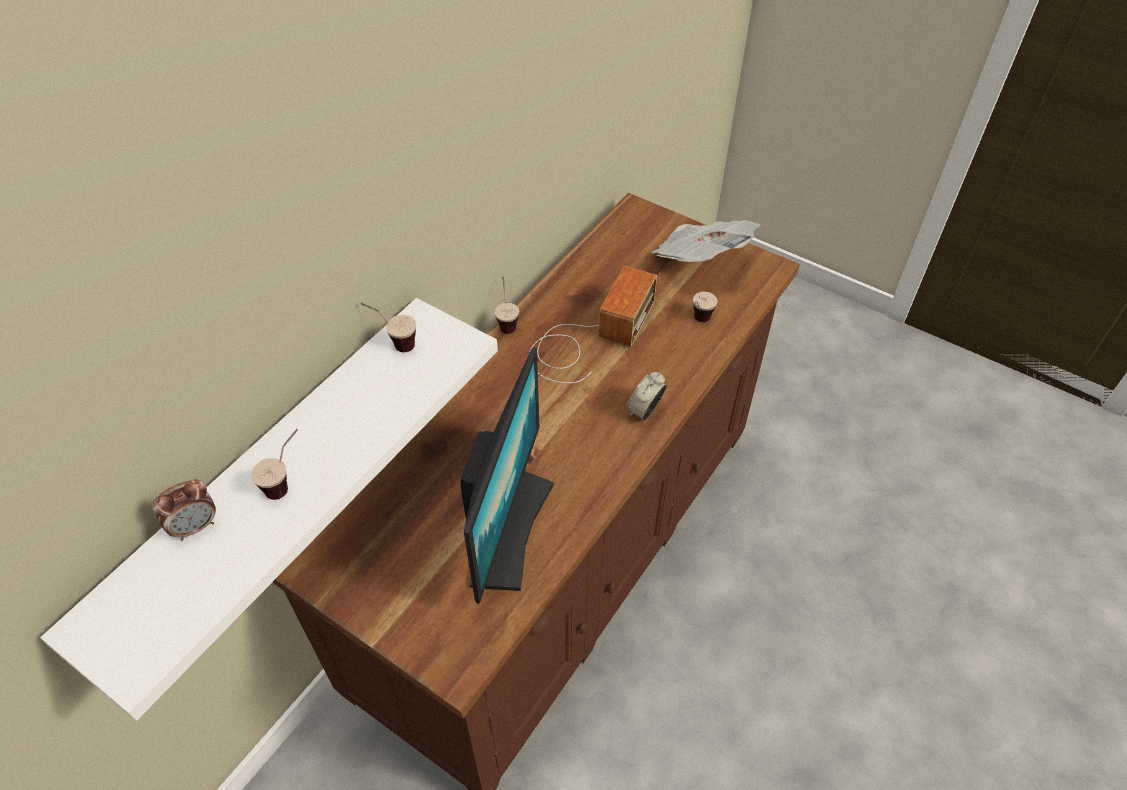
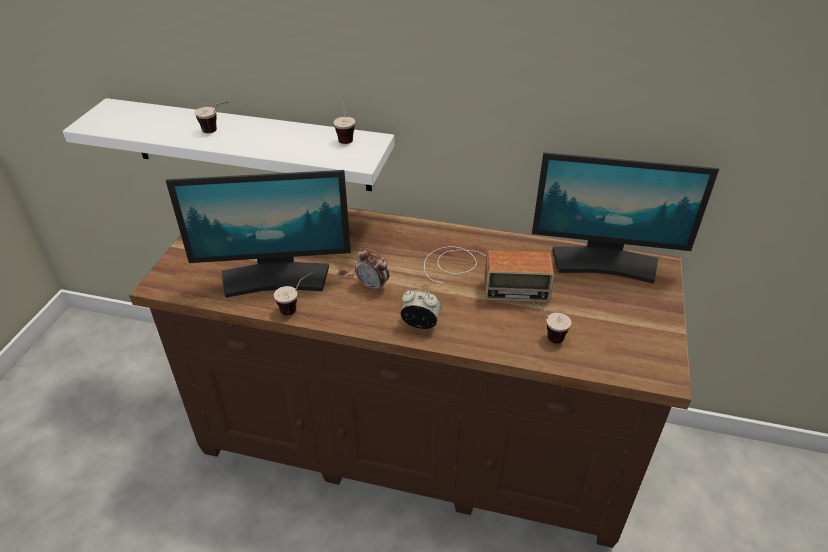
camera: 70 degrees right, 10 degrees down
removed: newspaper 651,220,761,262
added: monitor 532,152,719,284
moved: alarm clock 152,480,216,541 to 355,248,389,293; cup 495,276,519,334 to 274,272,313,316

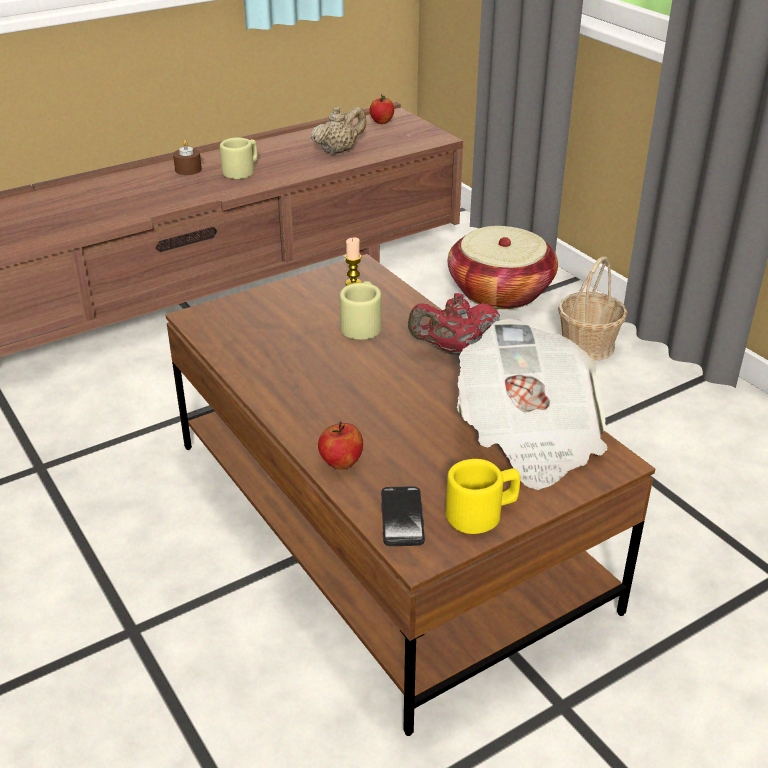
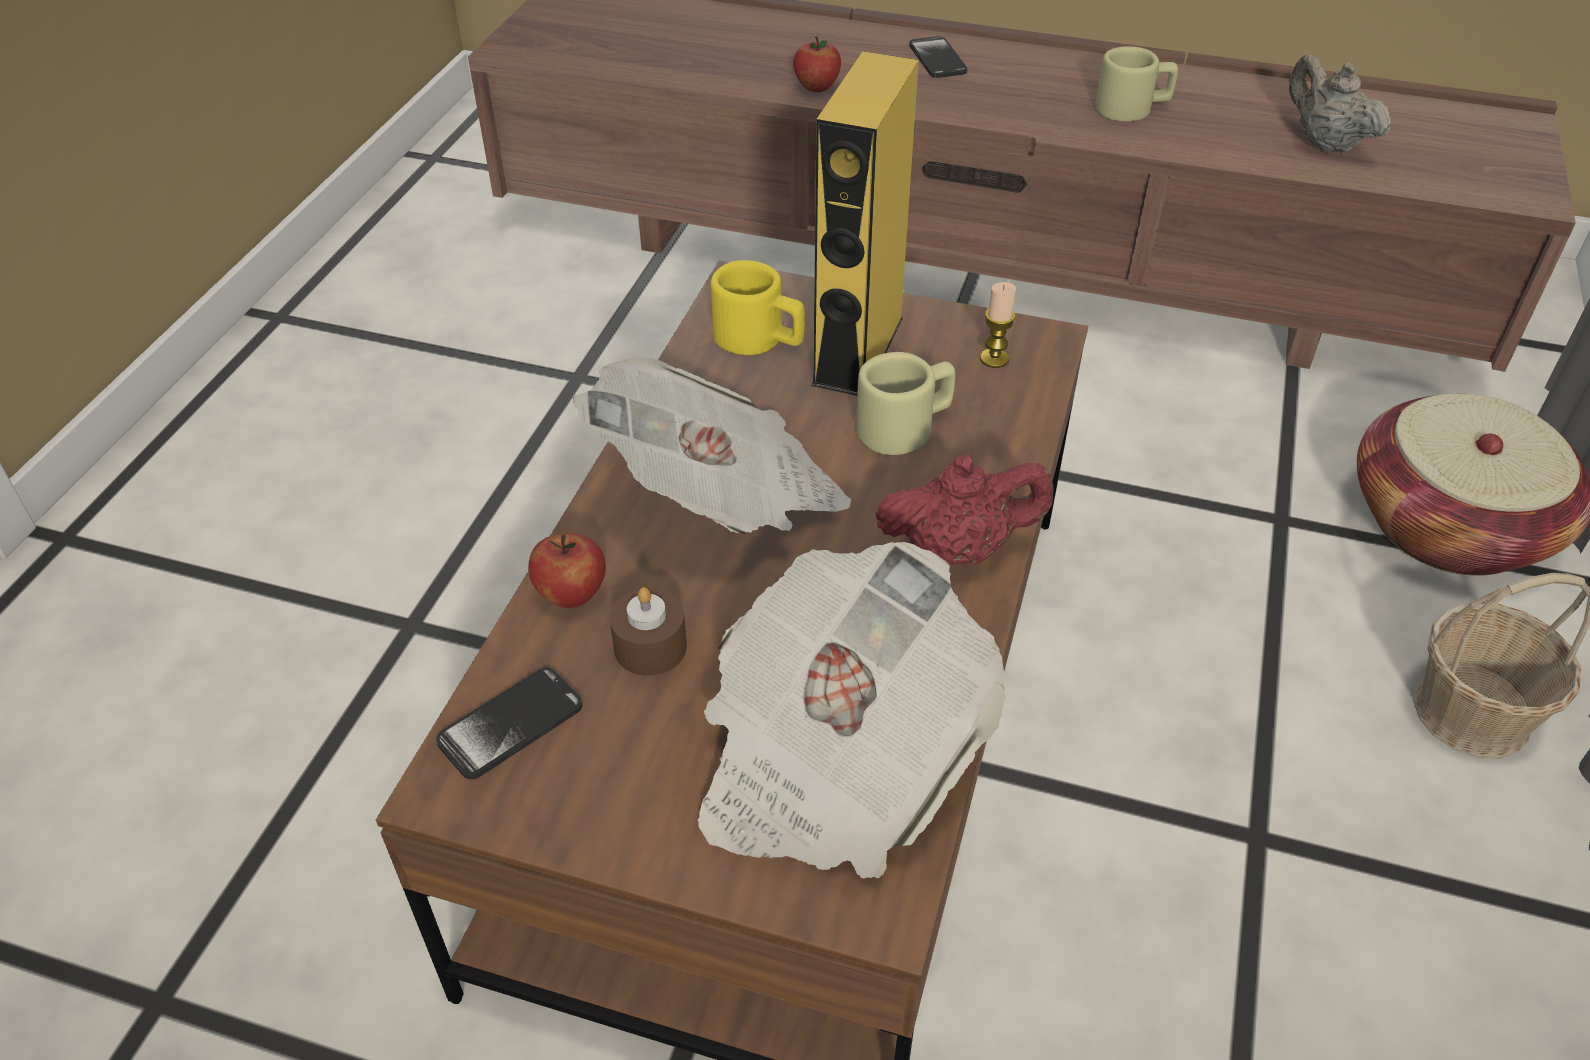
camera: 50 degrees right, 10 degrees up
added: newspaper 573,357,851,535; yellow speaker 811,51,919,396; phone 909,36,967,78
moved: brown candle 173,139,202,175 to 610,587,687,676; apple 370,94,394,124 to 793,36,841,92; yellow mug 446,459,520,534 to 710,260,805,355
turned: beige teapot 311,106,367,155 = 1289,54,1391,152 135 degrees counterclockwise; red teapot 408,293,500,355 = 875,454,1053,564 135 degrees clockwise

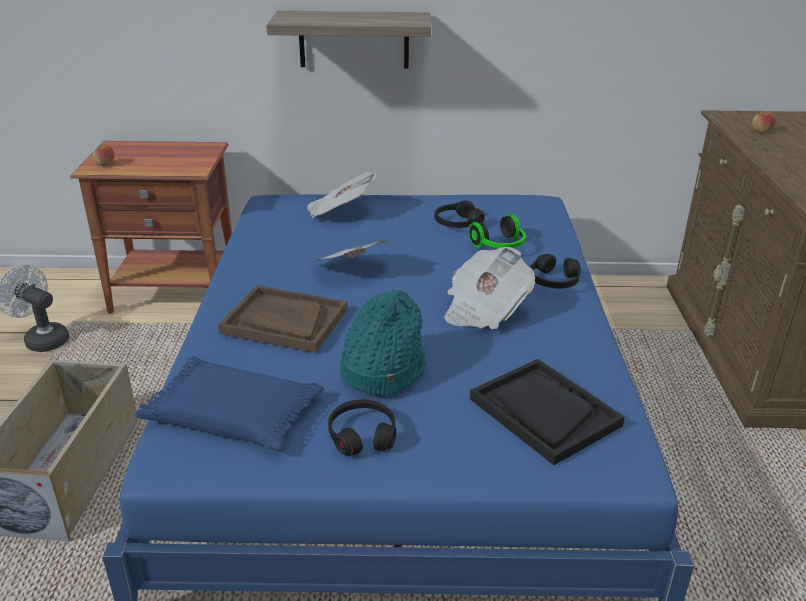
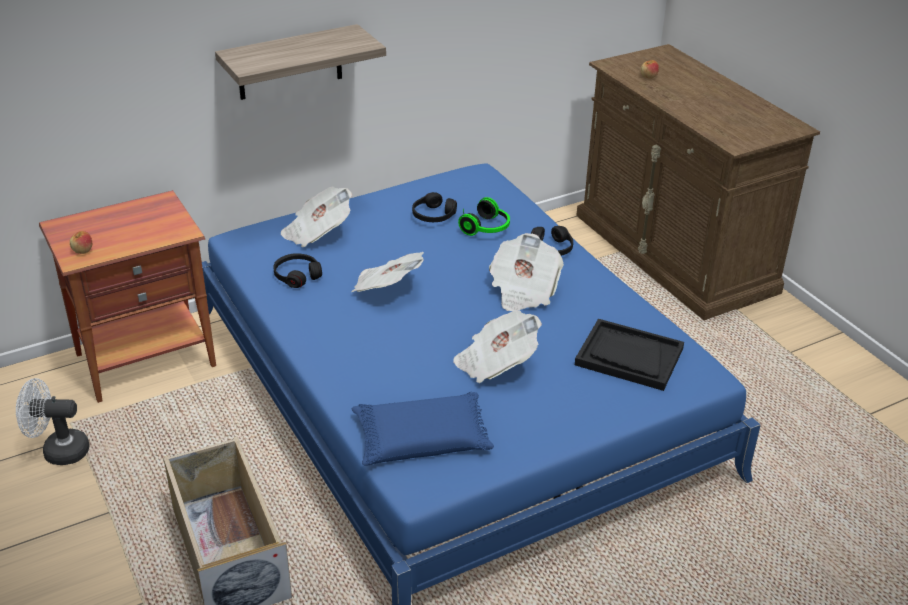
camera: 30 degrees left, 5 degrees up
removed: brown tray 218,285,347,353
moved: black headphones 328,399,396,456 to 273,253,322,288
replaced: turquoise hat 340,290,426,395 to newspaper 453,310,542,383

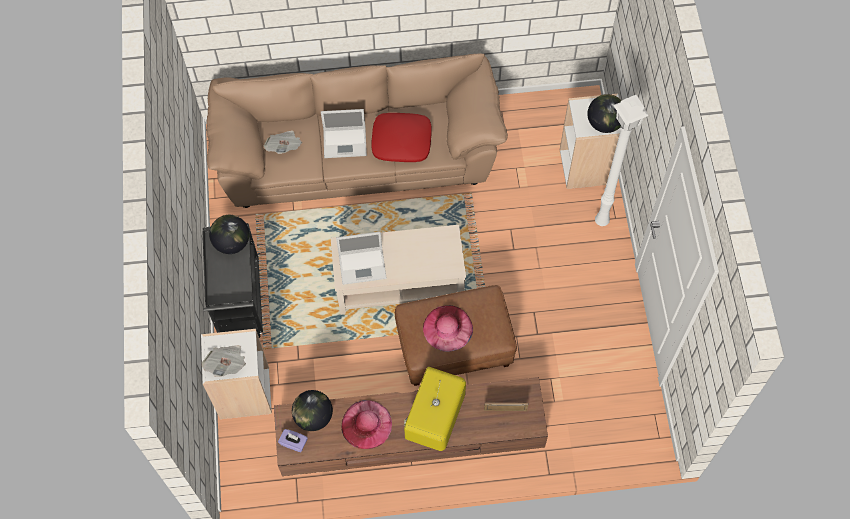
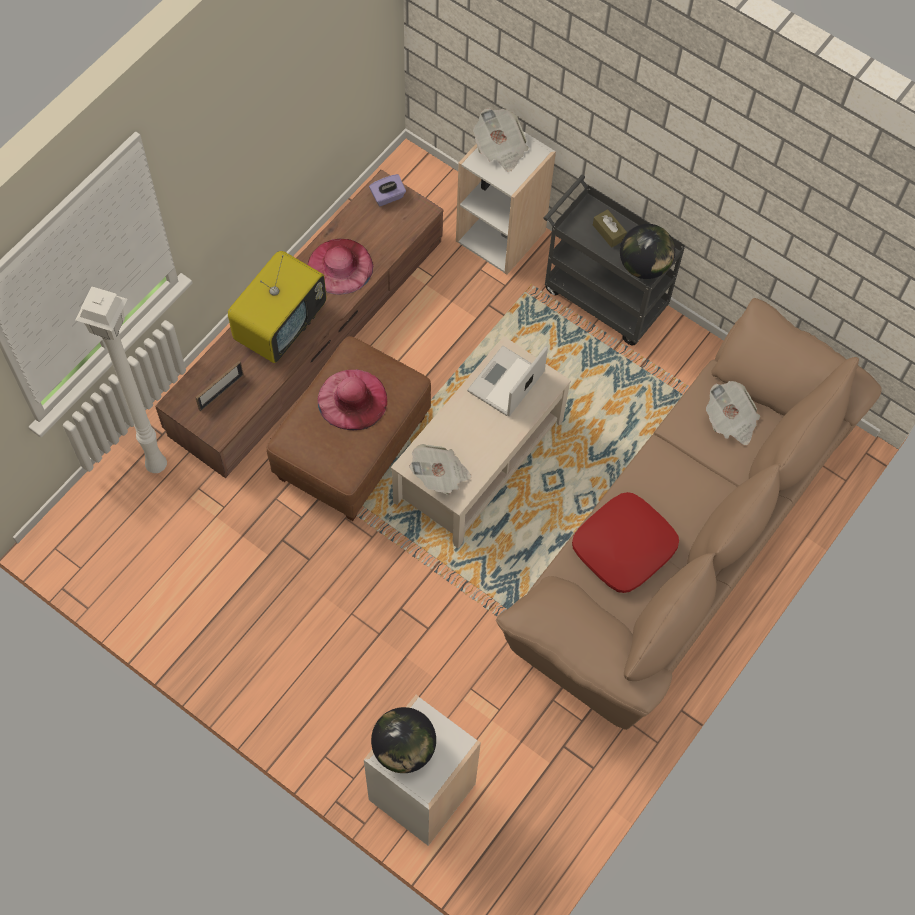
camera: 130 degrees right, 0 degrees up
removed: globe 292,390,333,431; laptop 321,109,367,158
added: newspaper 409,444,471,495; brown tissue box 593,209,627,248
moved: white floor lamp 595,95,649,226 to 76,286,167,473
turned: television 404,367,466,451 = 228,251,326,363 60 degrees clockwise

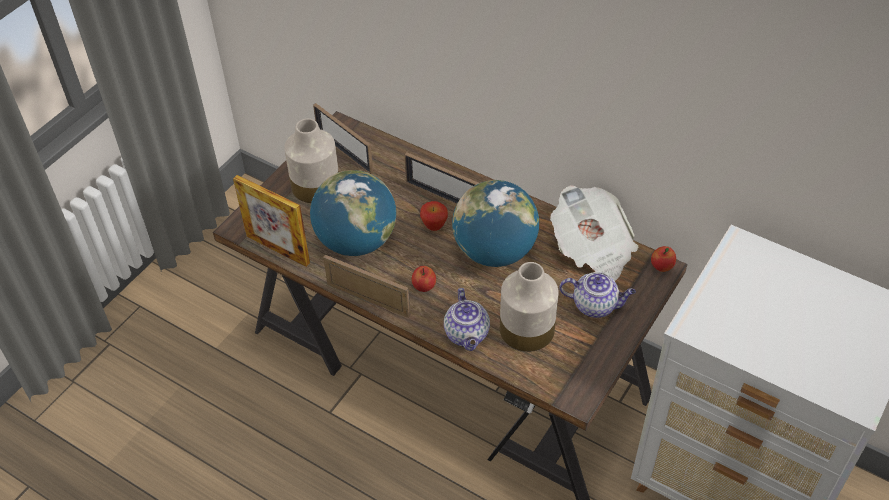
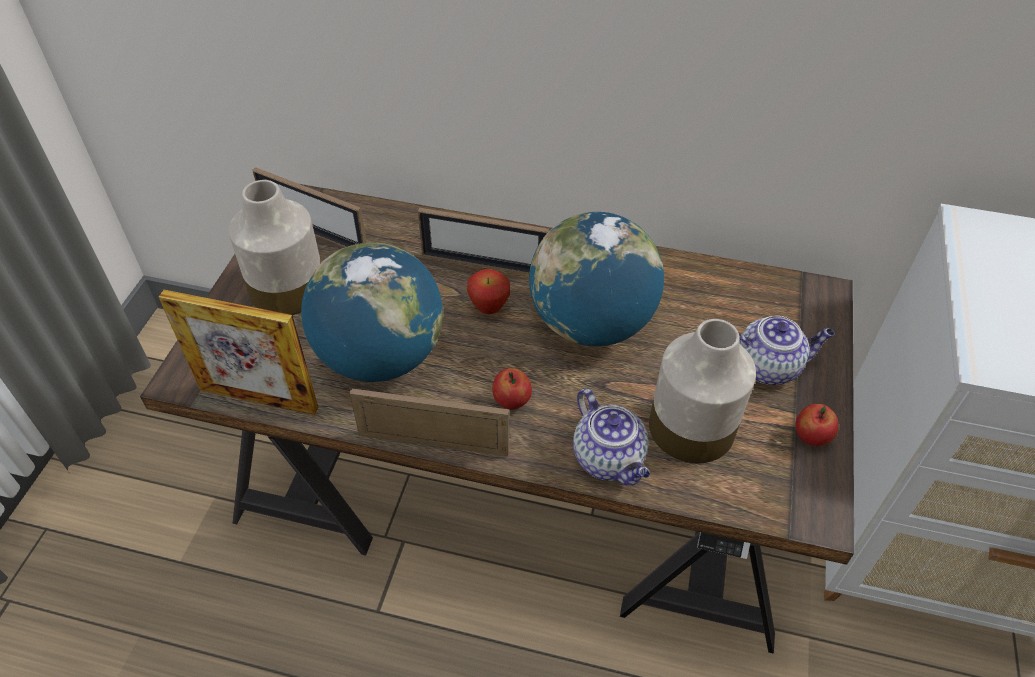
camera: 20 degrees left, 0 degrees up
removed: newspaper 550,185,639,281
moved: apple 651,246,676,272 to 795,404,839,446

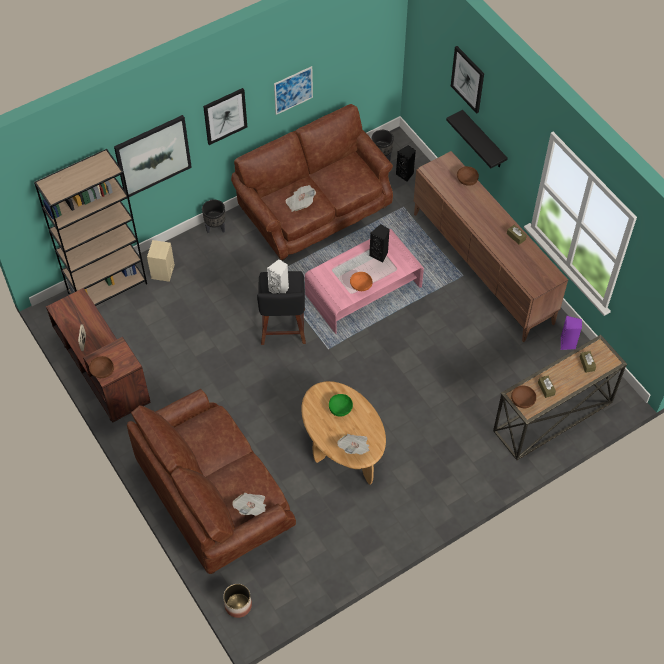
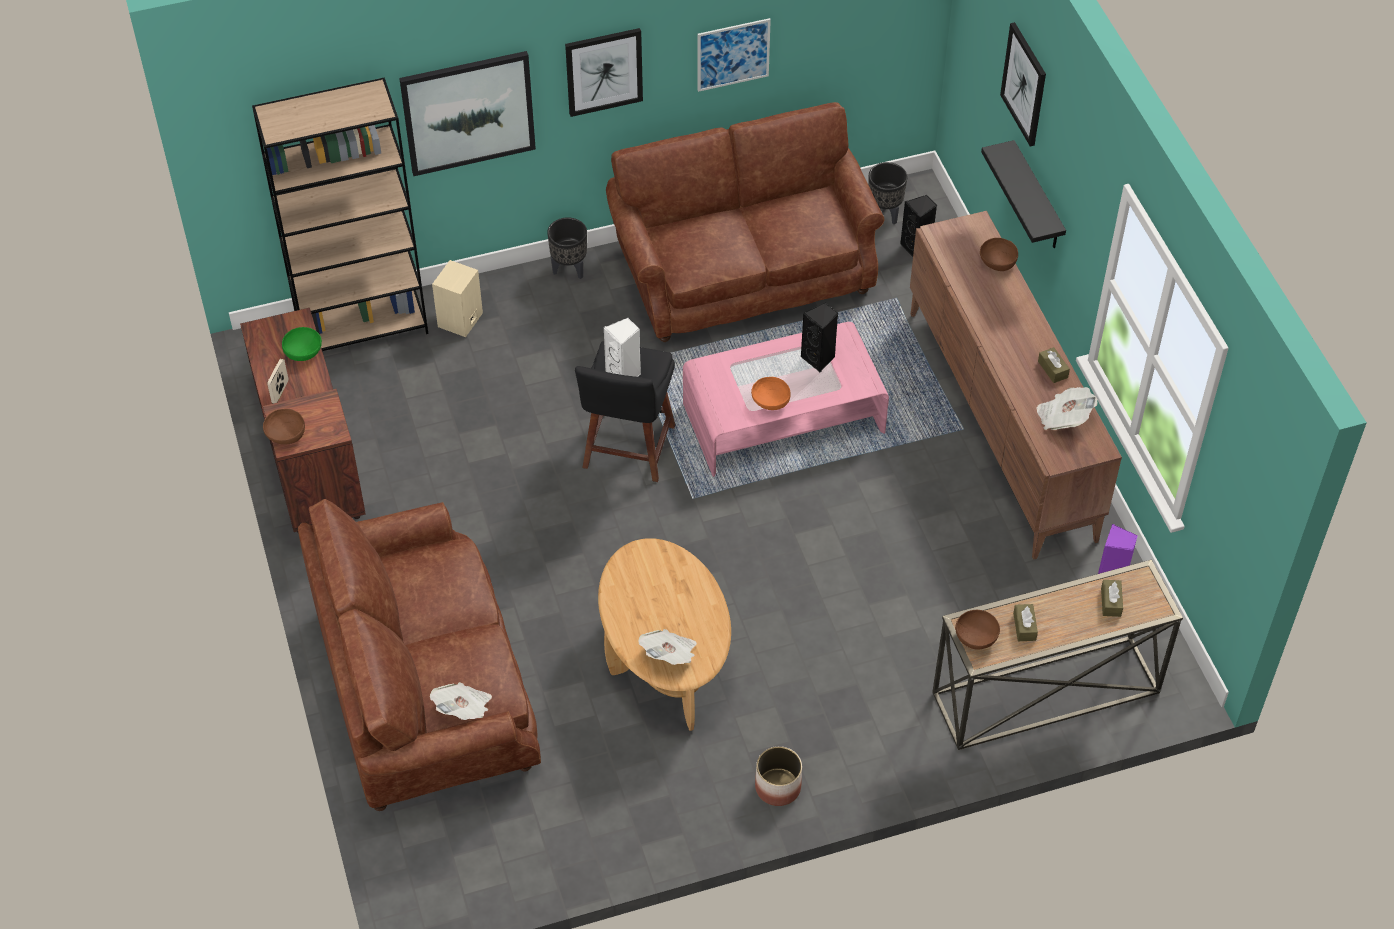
camera: 15 degrees right, 5 degrees down
moved: planter 223,584,252,618 to 755,746,802,806; newspaper 285,185,316,212 to 1036,387,1097,430; green bowl 329,394,353,417 to 282,327,322,361

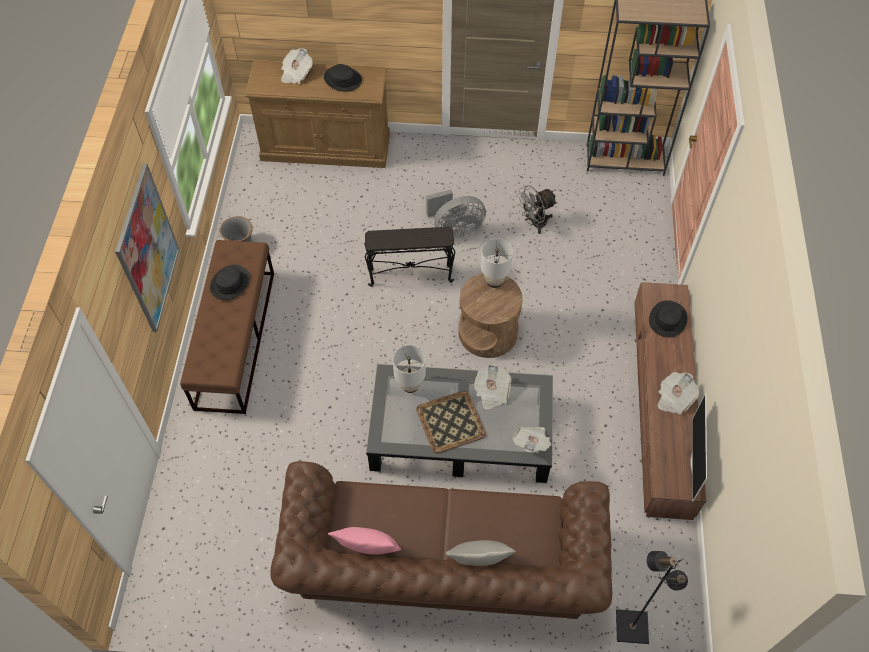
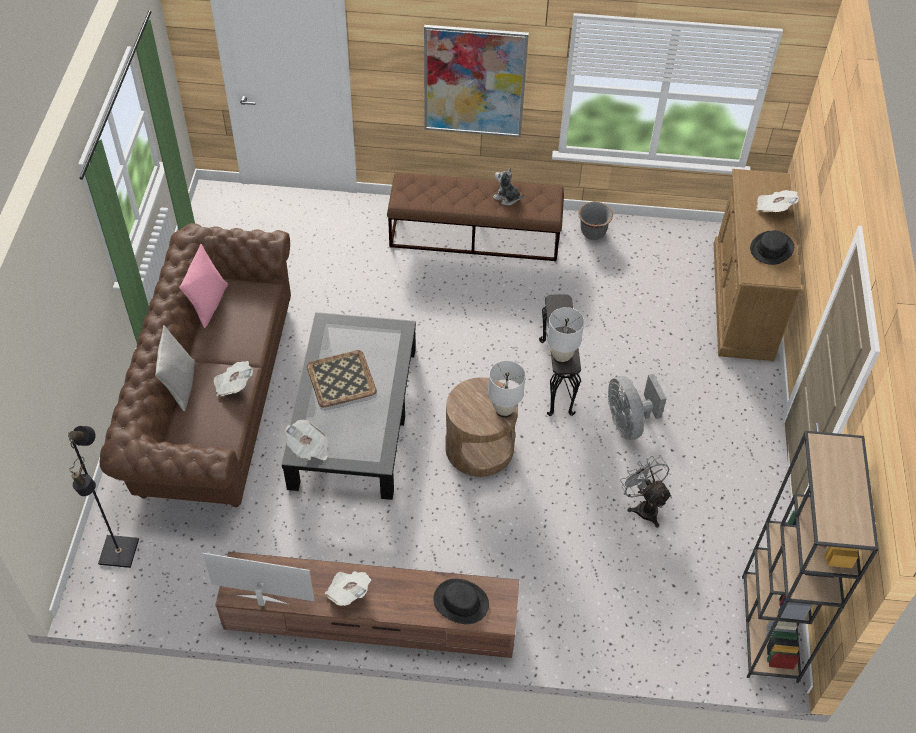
camera: 90 degrees right, 5 degrees down
moved: white table lamp 393,345,426,393 to 547,307,584,364; newspaper 473,364,512,410 to 213,361,253,396
replaced: black hat 210,265,250,300 to plush toy 493,168,524,205

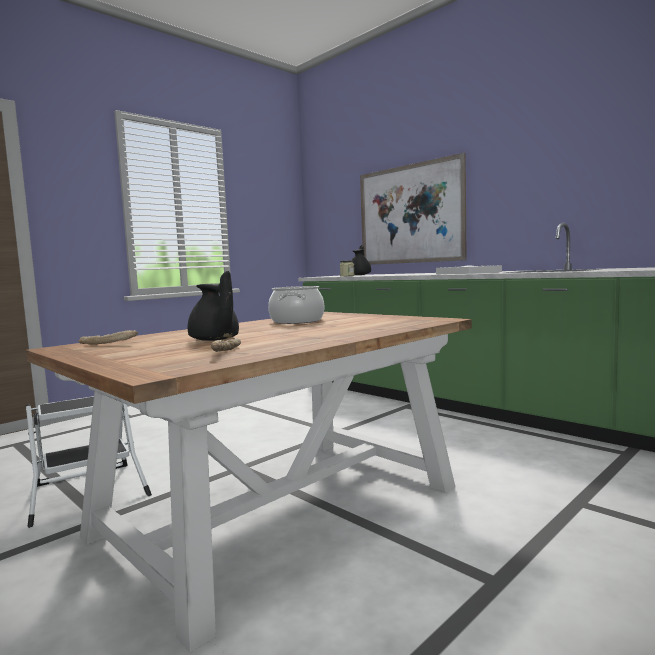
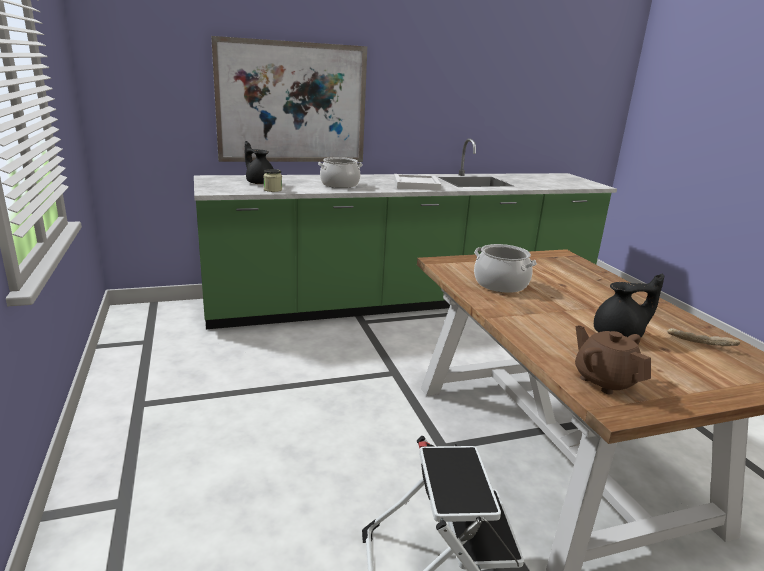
camera: 65 degrees left, 15 degrees up
added: cooking pot 318,157,363,188
replaced: bread 79,330,138,345 to brown teapot 575,325,651,394

